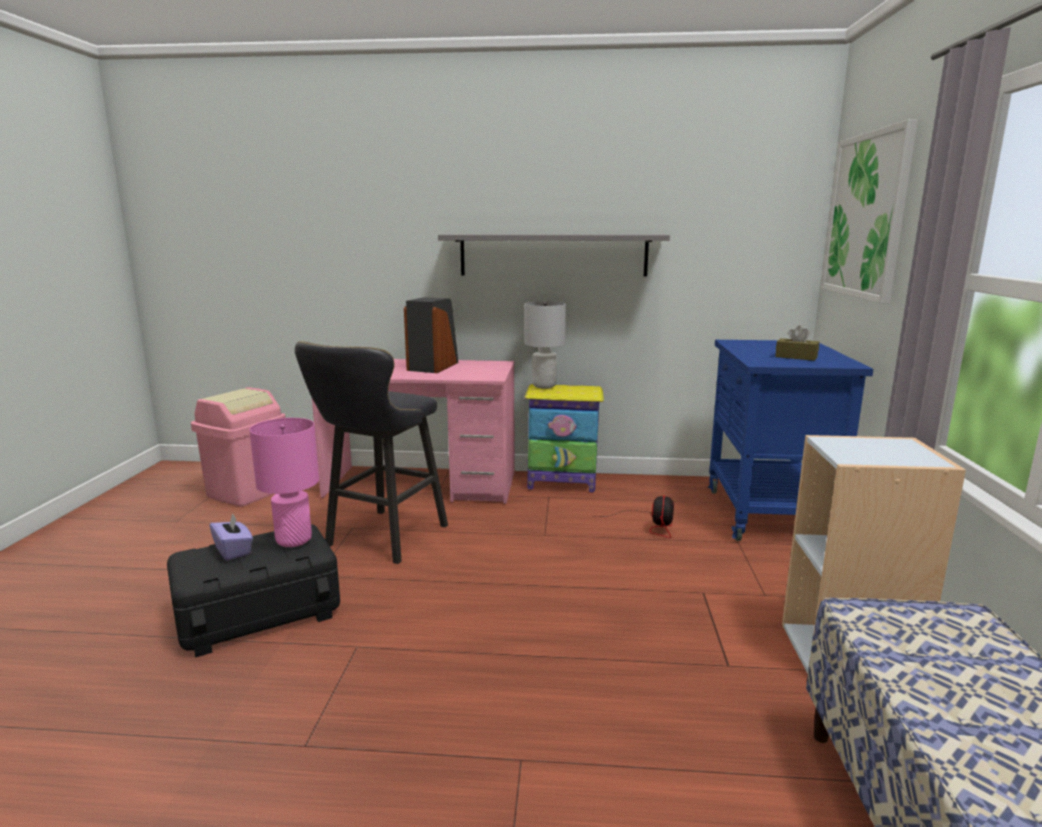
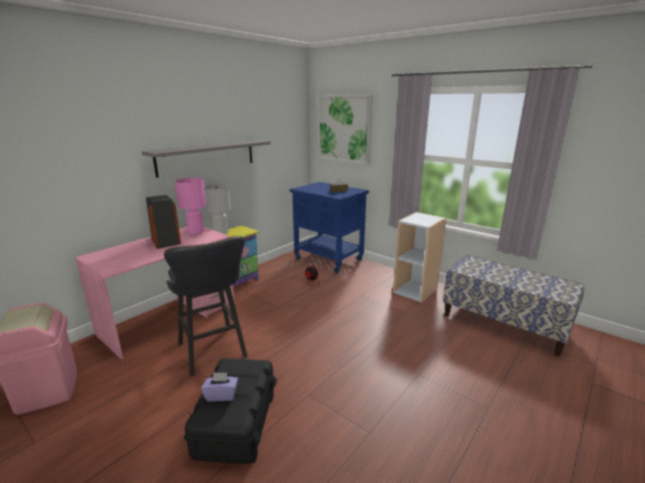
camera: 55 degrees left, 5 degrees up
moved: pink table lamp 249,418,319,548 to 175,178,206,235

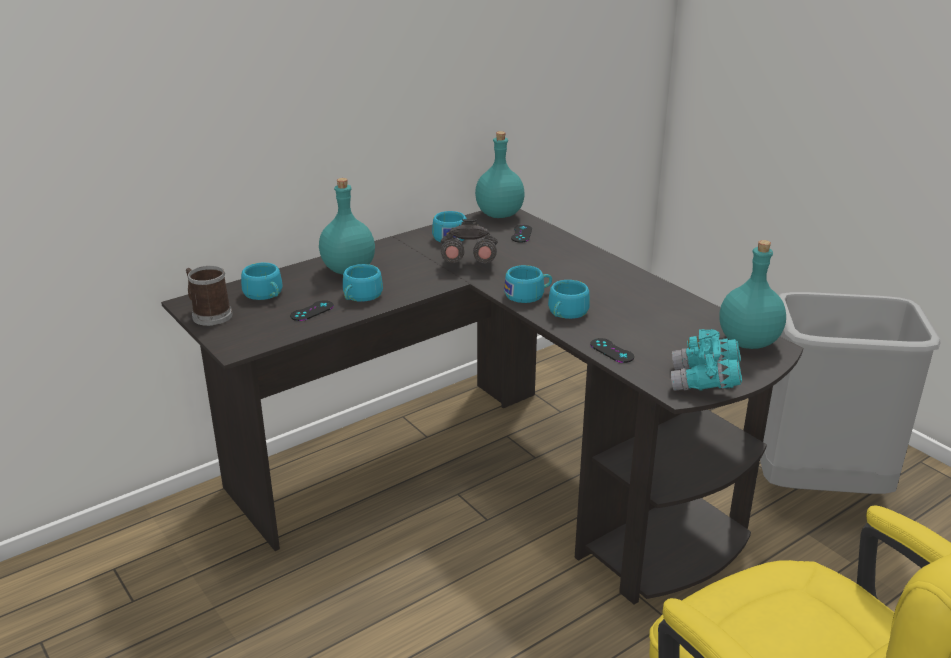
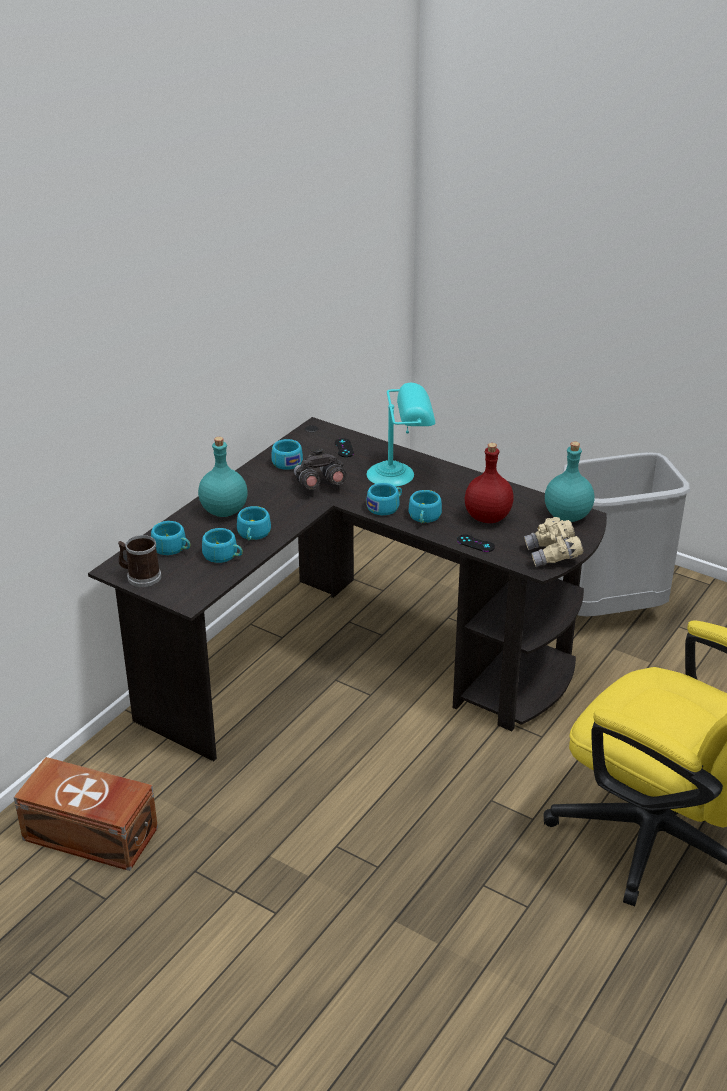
camera: 20 degrees left, 5 degrees up
removed: turquoise bottle 475,131,525,218
added: brown storage box 14,757,158,871; turquoise table lamp 367,383,435,487; red bottle 465,443,514,523
replaced: black game controller 290,300,334,321 to turquoise cup 202,528,243,563
recoloured: turquoise binoculars 671,329,742,391 to beige binoculars 524,517,583,567

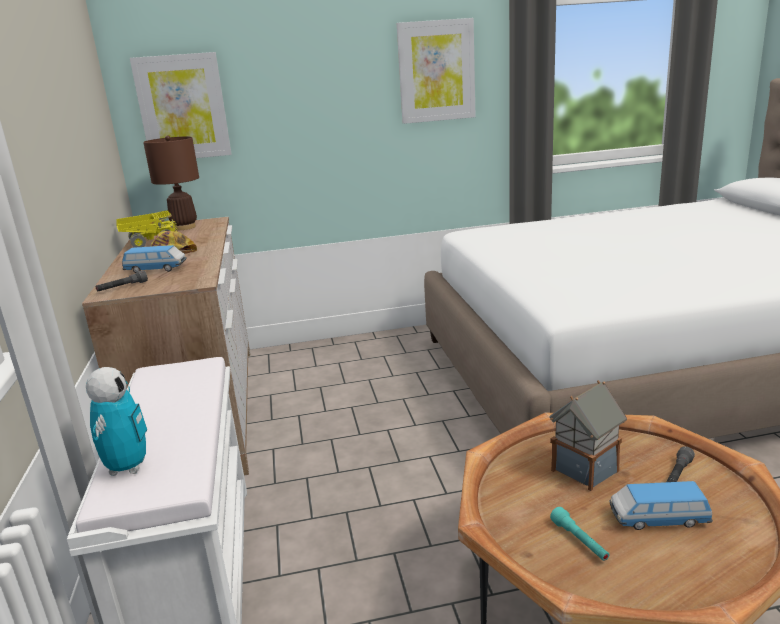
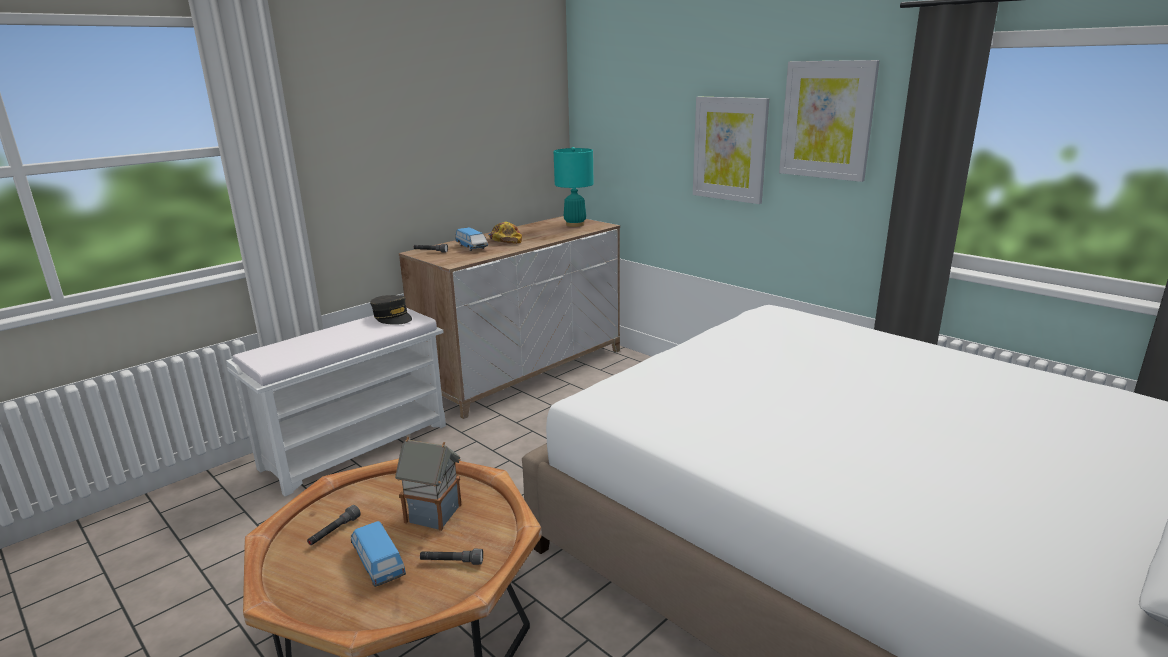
camera: 55 degrees right, 0 degrees up
removed: toy robot 86,367,147,476; toy truck 116,210,177,248
added: grey cap 370,295,412,325
moved: picture 130,52,232,158 to 693,97,769,204
recoloured: brown table lamp 143,135,199,230 to turquoise table lamp 554,147,594,227; turquoise flashlight 550,507,609,561 to grey flashlight 307,505,361,545

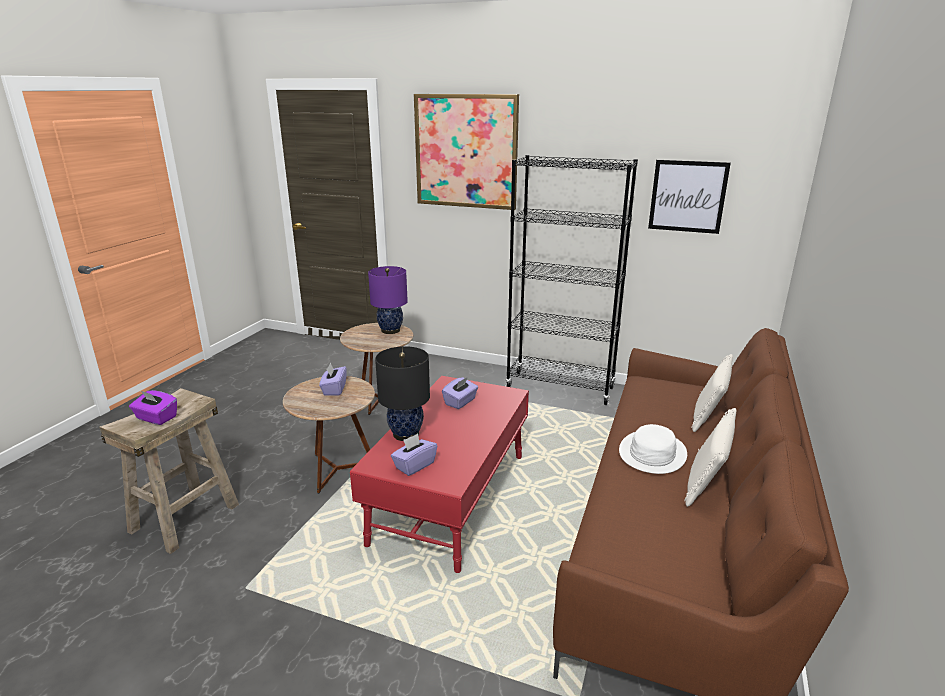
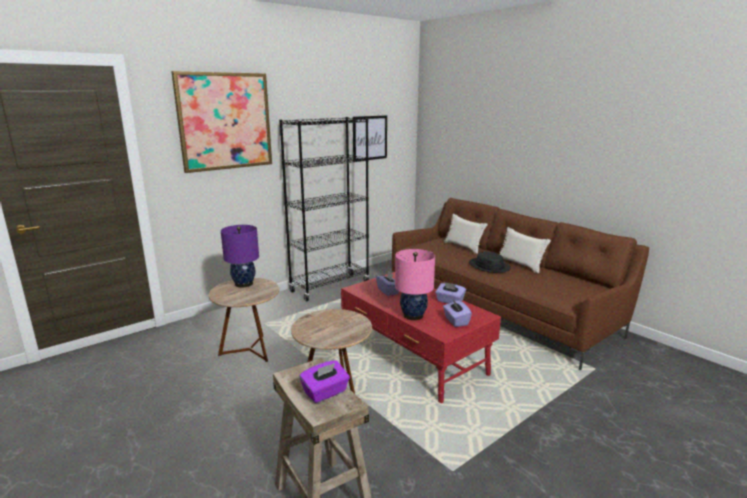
camera: 60 degrees left, 5 degrees down
moved: purple tissue box 319,363,347,396 to 435,282,466,304
recoloured: black table lamp 375,346,430,441 to pink table lamp 395,249,435,320; white hat 619,424,687,474 to black hat 469,252,511,273

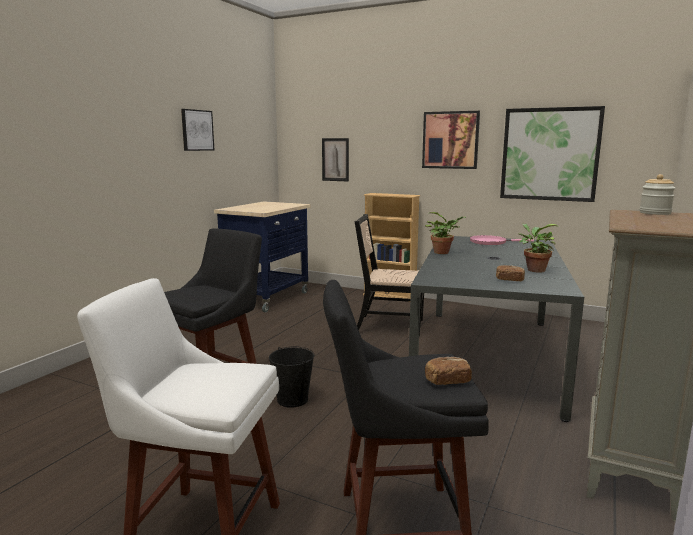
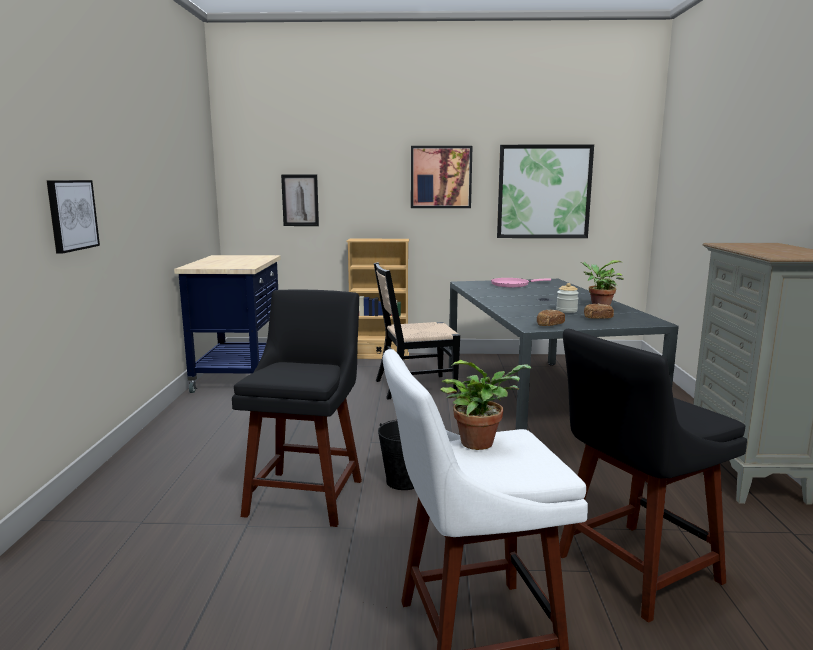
camera: 25 degrees left, 0 degrees up
moved: picture 181,109,214,151 to 47,180,100,254; potted plant 425,212,466,254 to 440,360,532,450; bread 425,357,472,385 to 537,310,565,326; jar 639,174,675,215 to 556,283,579,313

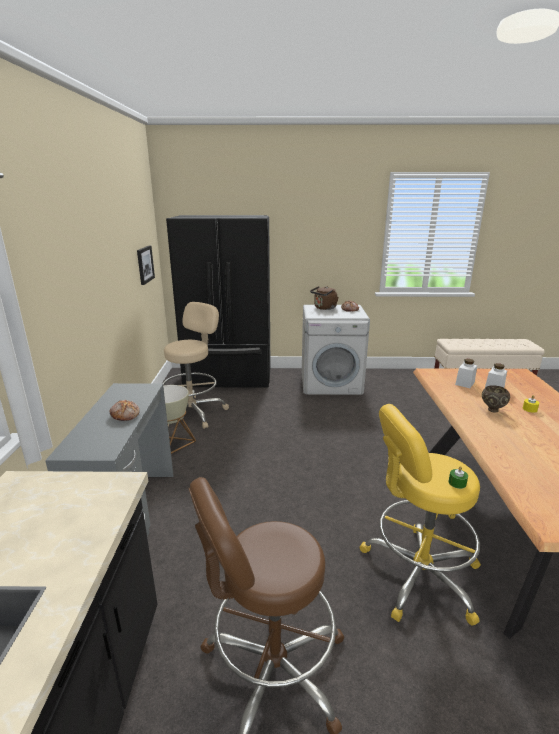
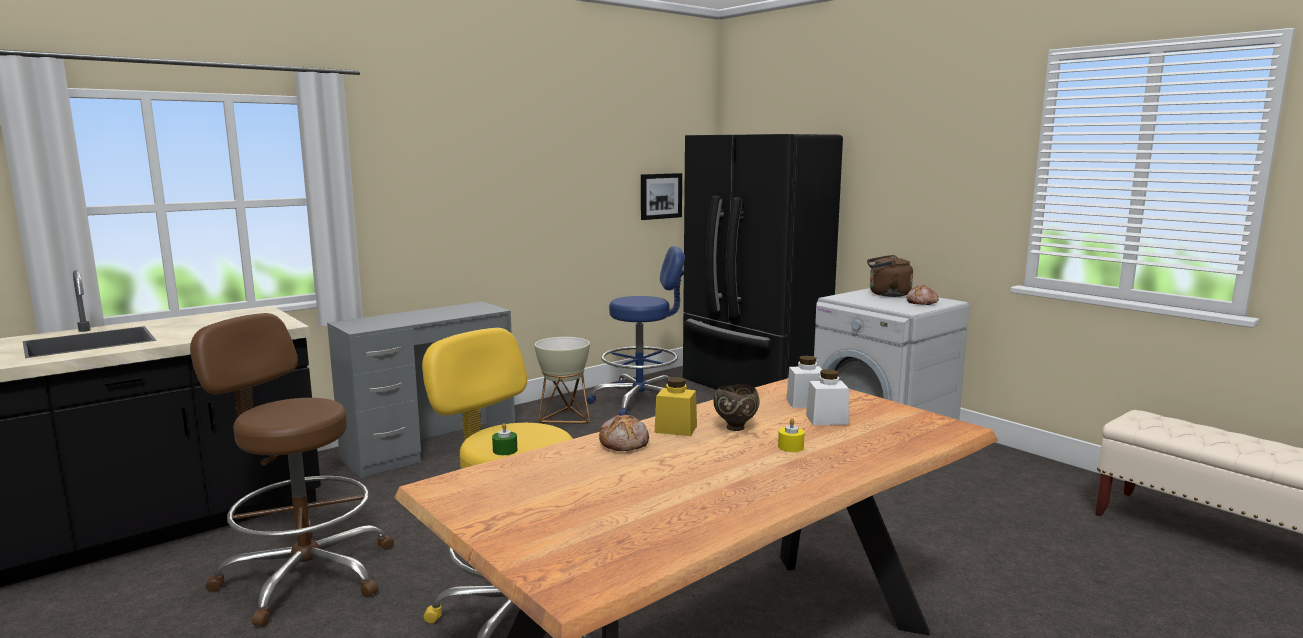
camera: 50 degrees right, 10 degrees down
added: yellow jar 654,377,697,436
moved: bread 109,400,140,421 to 599,415,649,451
recoloured: beige stool 162,302,229,429 to blue stool 587,246,685,416

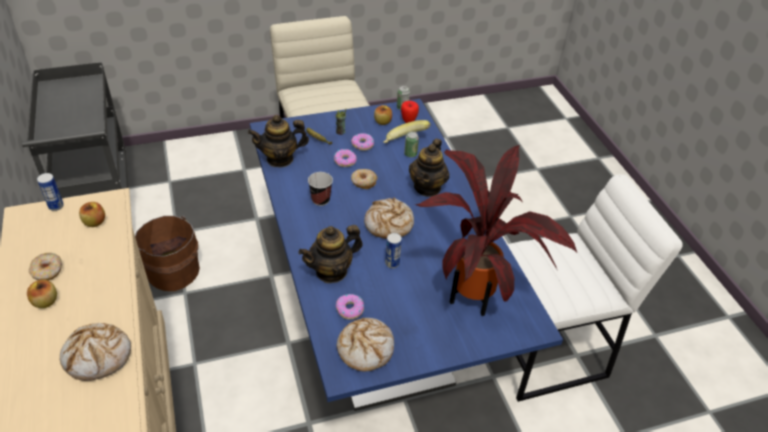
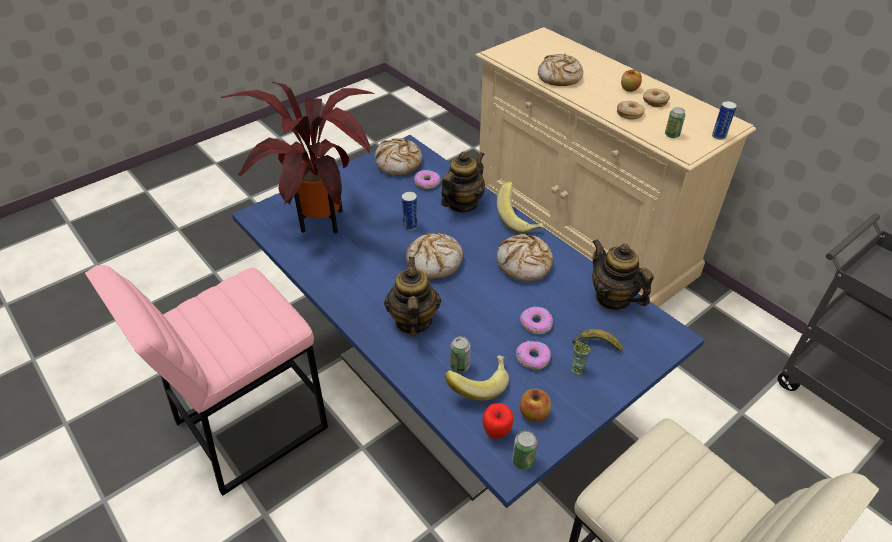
camera: 160 degrees right, 0 degrees up
removed: brown bucket 135,216,200,291
added: banana 497,181,543,234
moved: donut 351,169,377,189 to 617,101,645,120
replaced: apple 79,202,105,227 to can 665,107,686,138; cup 308,172,333,206 to bread 497,234,553,282
recoloured: white chair 507,174,683,402 to pink chair 85,265,328,496
turned: teapot 248,115,309,167 = 592,239,653,311 90 degrees counterclockwise

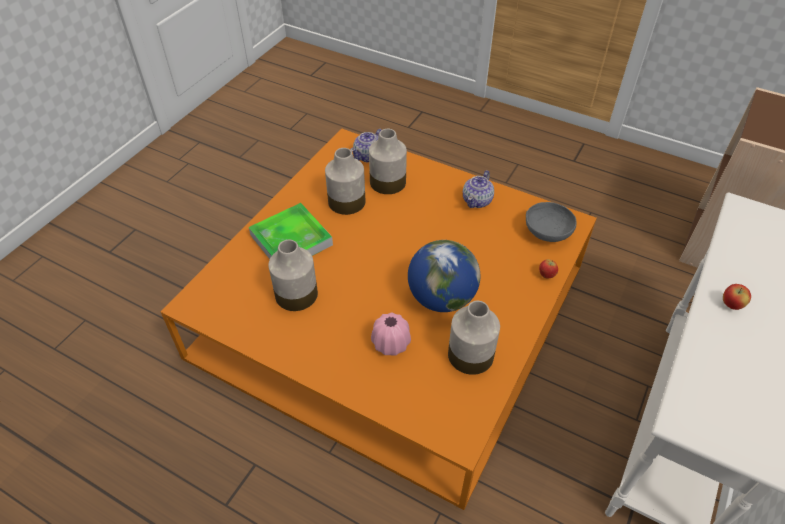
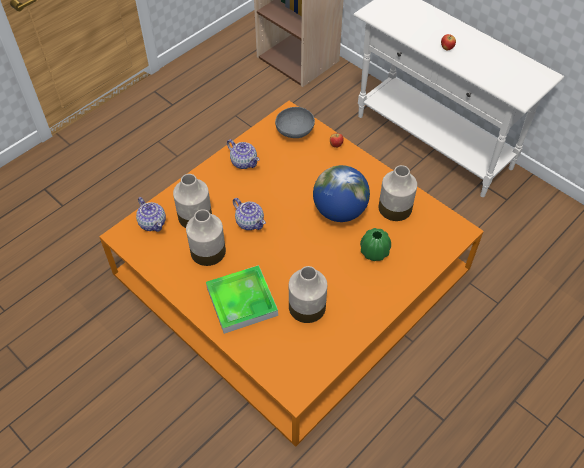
camera: 75 degrees left, 5 degrees up
added: teapot 233,198,266,230
recoloured: pink vase 371,312,411,356 to green vase 360,228,391,261

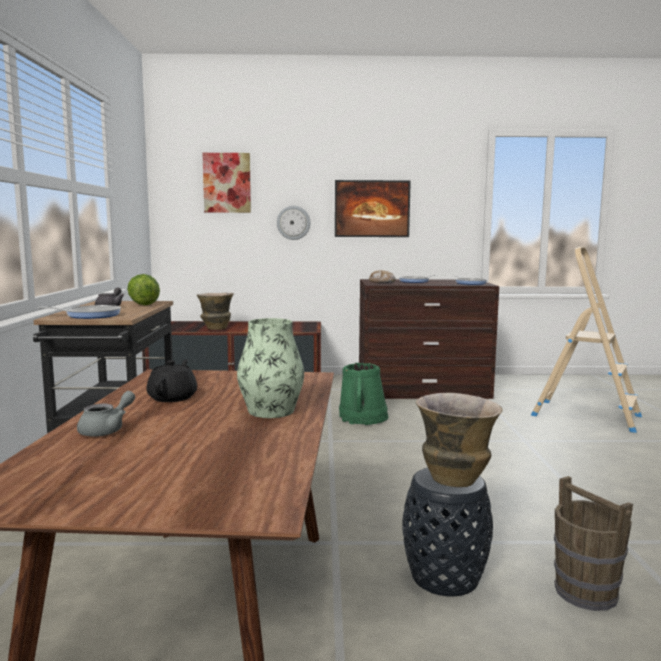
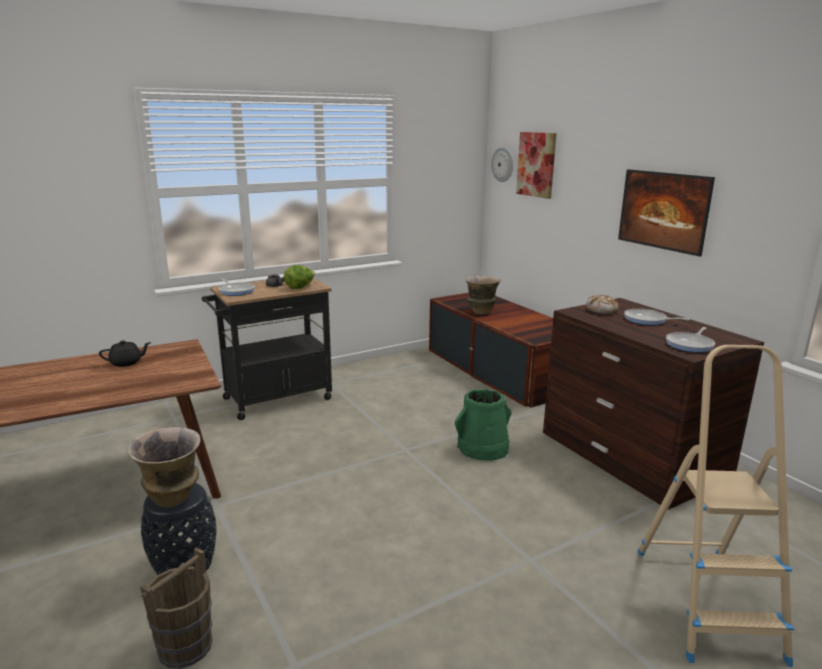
camera: 60 degrees right, 10 degrees up
removed: grey teapot 77,391,135,437; vase 237,318,304,418
moved: wall clock 277,206,310,240 to 491,147,513,182

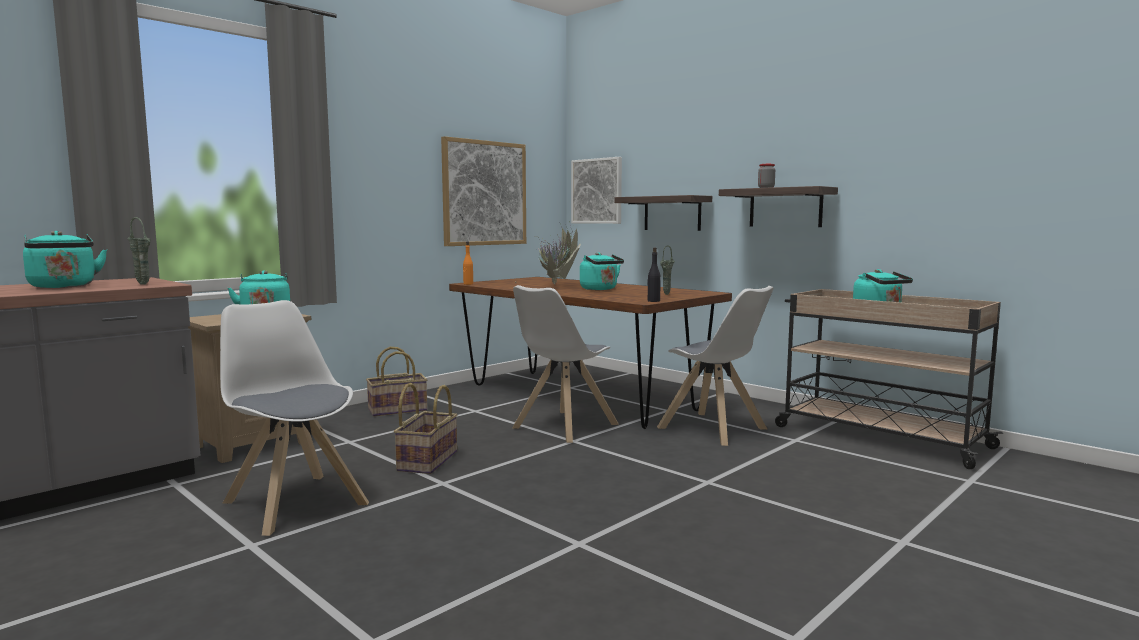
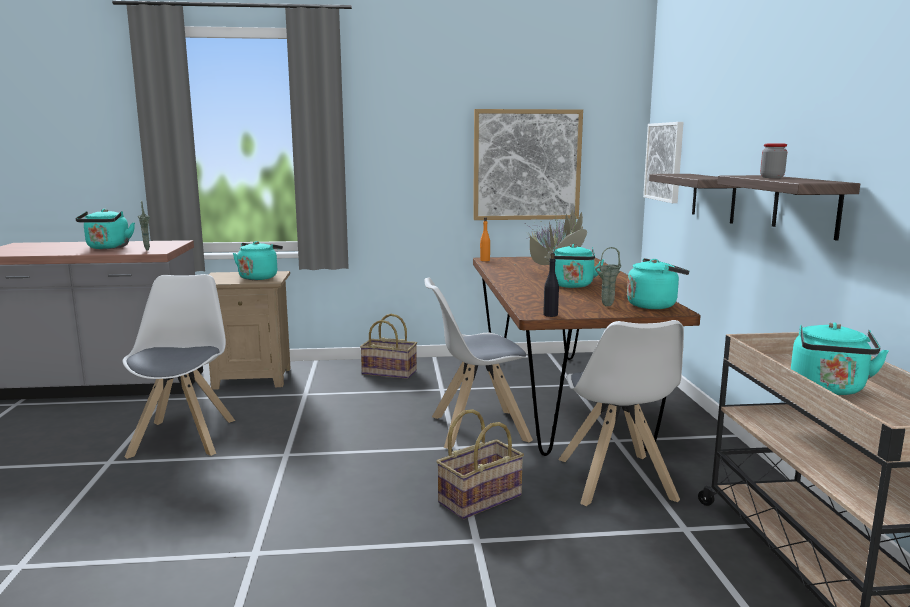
camera: 40 degrees right, 5 degrees up
added: turquoise kettle 627,258,689,309
moved: basket 394,383,457,474 to 436,409,524,519

